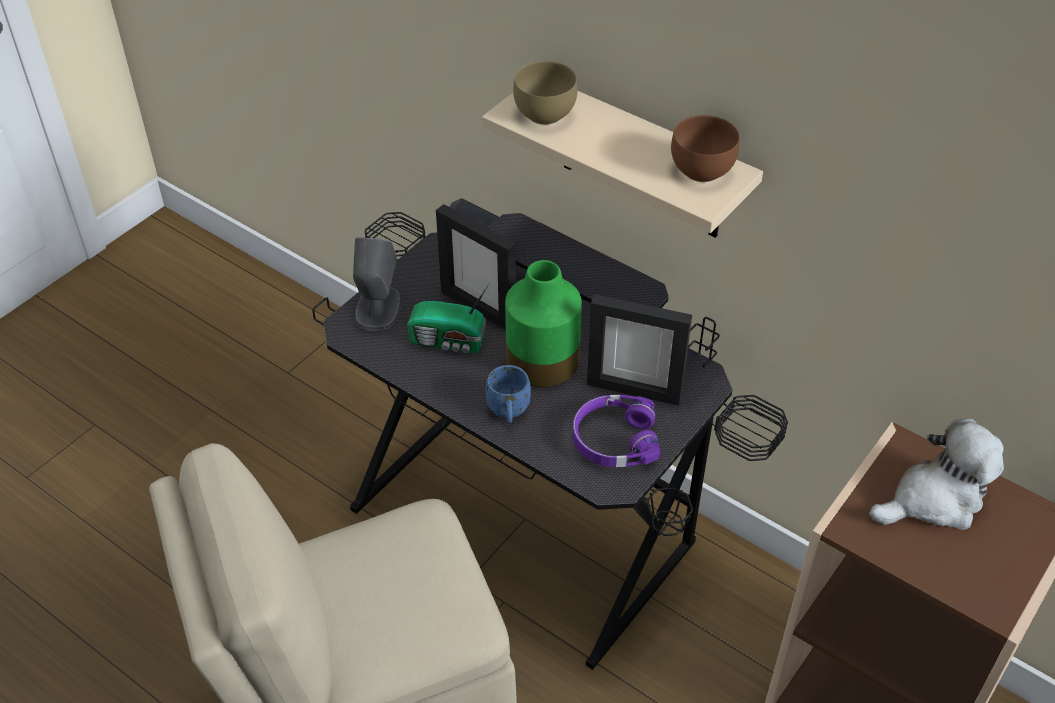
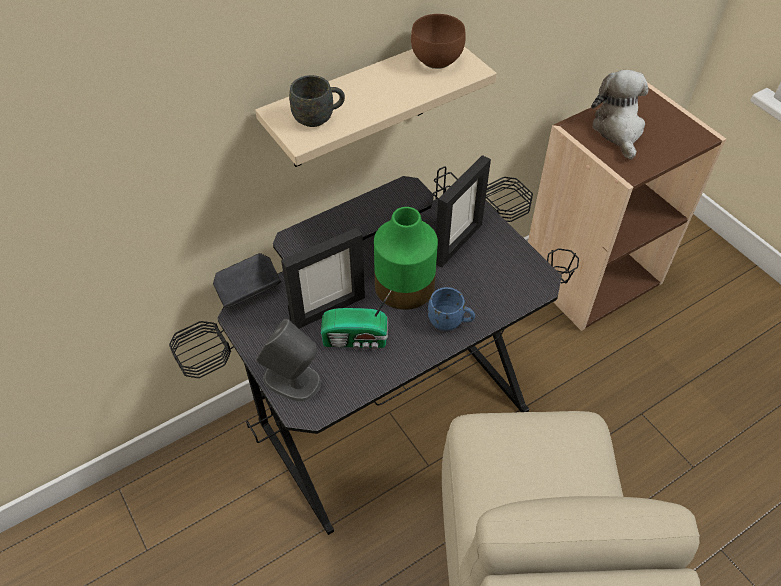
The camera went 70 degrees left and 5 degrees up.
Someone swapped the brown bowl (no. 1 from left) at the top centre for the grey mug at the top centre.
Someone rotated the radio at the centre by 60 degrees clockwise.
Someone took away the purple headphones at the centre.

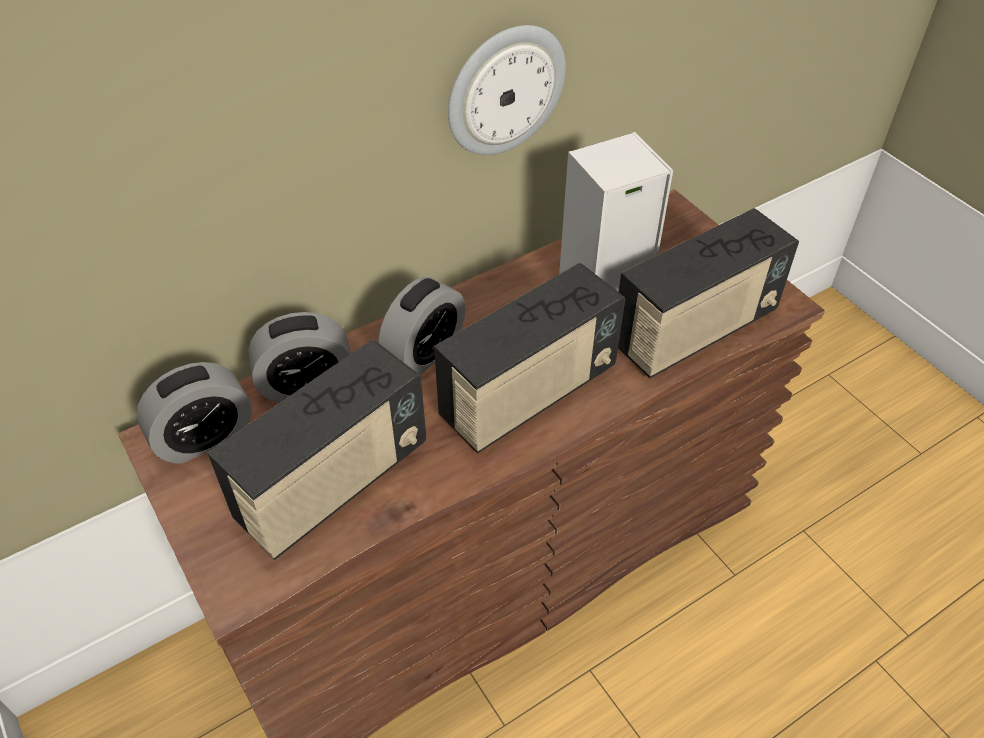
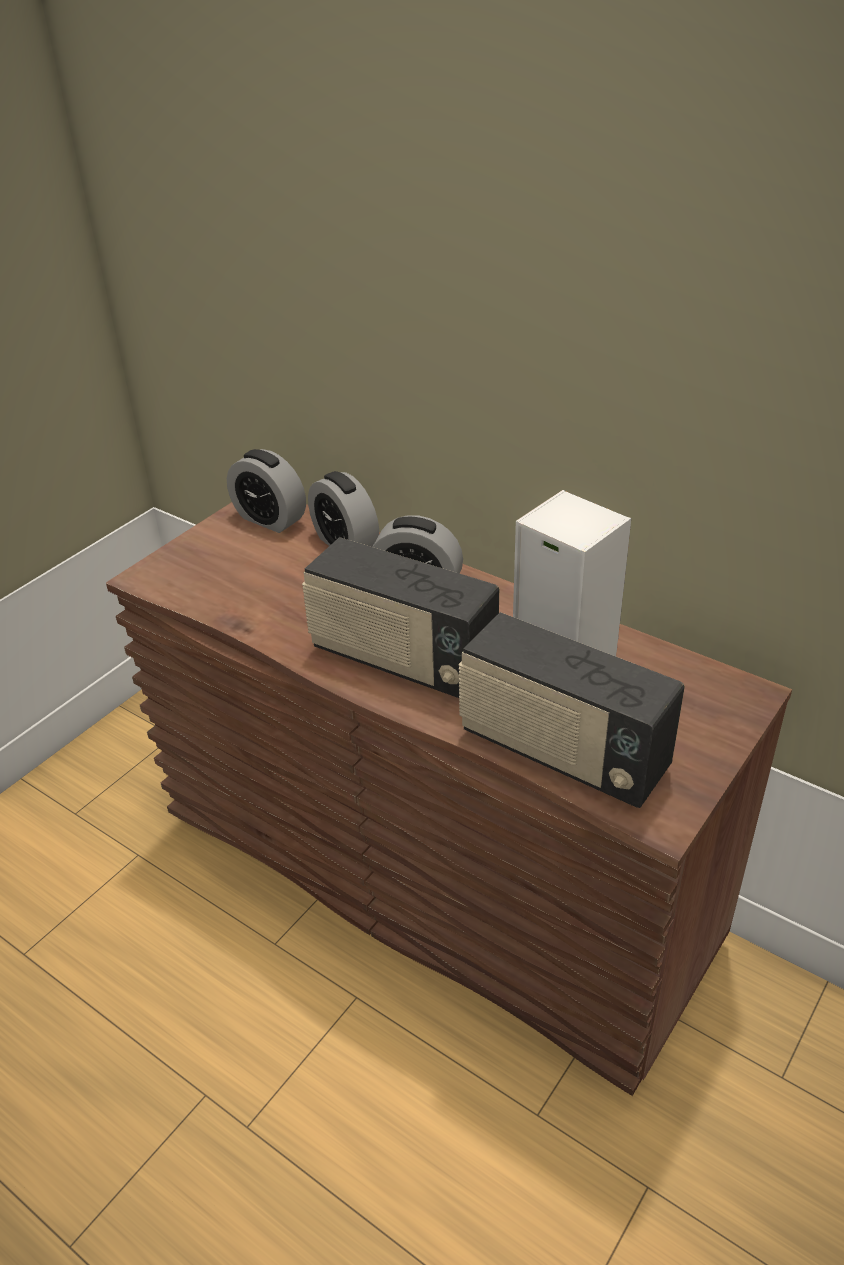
The camera went 70 degrees right and 10 degrees down.
Someone took away the radio (no. 1 from left) at the middle left.
Someone took away the wall clock at the top centre.

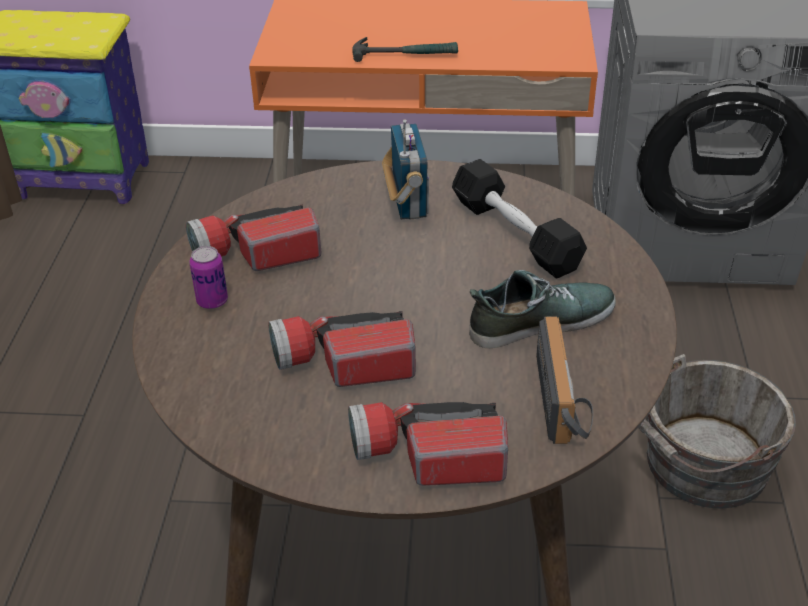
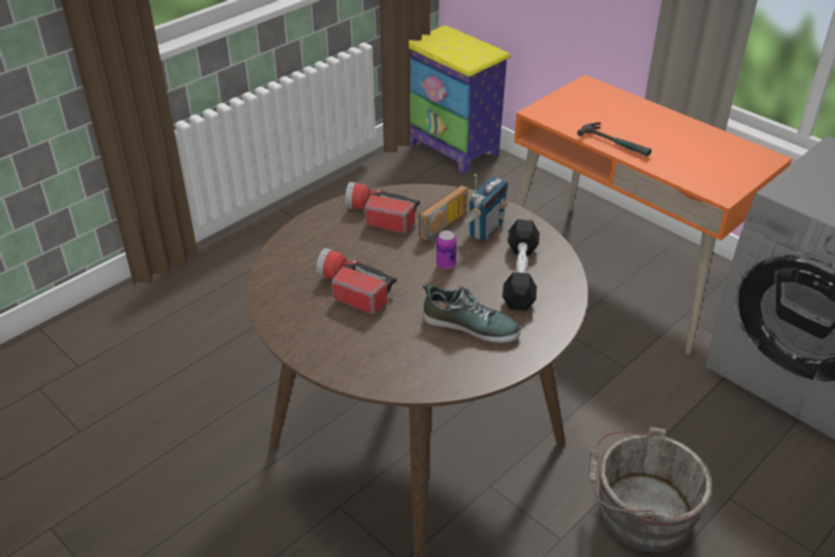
The camera went 40 degrees right and 0 degrees up.
Someone carried the radio (no. 2 from left in the first image) from the middle right to the centre.
Someone carried the can from the middle left to the centre.
Someone took away the flashlight (no. 3 from left) at the bottom centre.

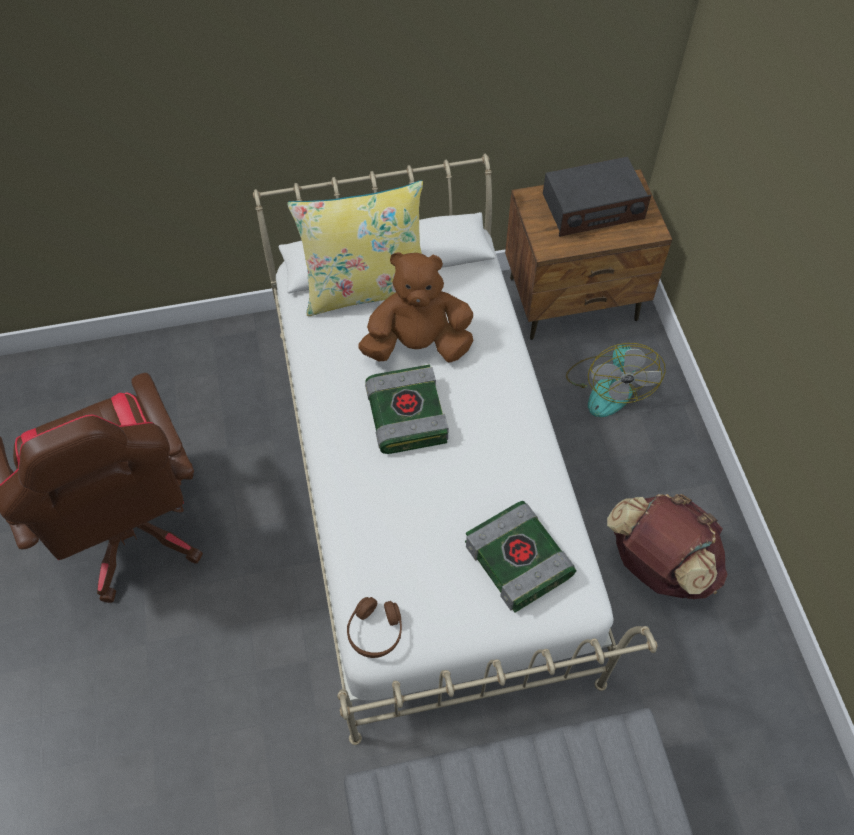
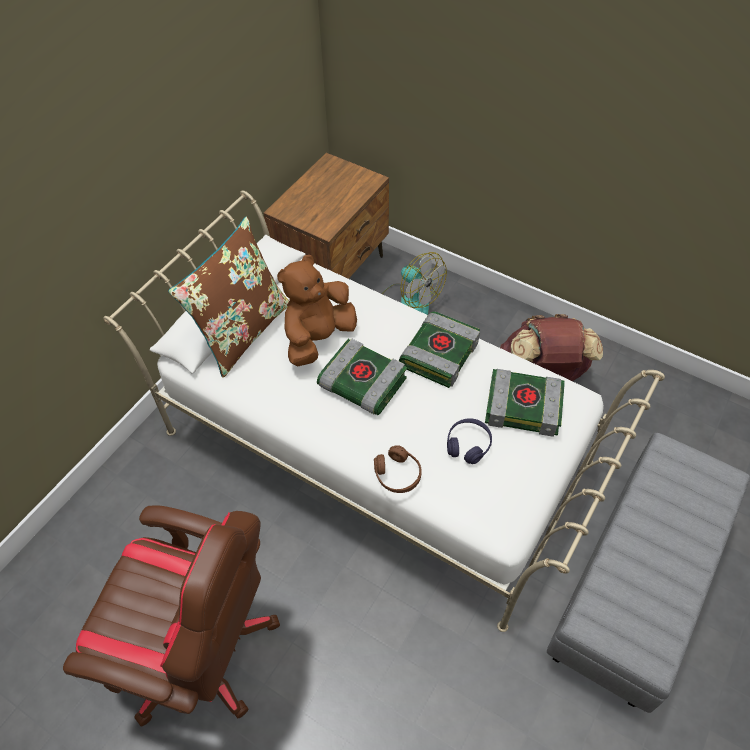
The camera went 45 degrees left and 5 degrees down.
Someone repainted the yellow pillow at the top centre, which became the brown pillow at the middle left.
Someone carried the brown headphones from the bottom centre to the centre.
Someone put down the book (no. 2 from left) at the centre.
Someone put down the purple headphones at the centre.
Someone took away the radio at the top right.

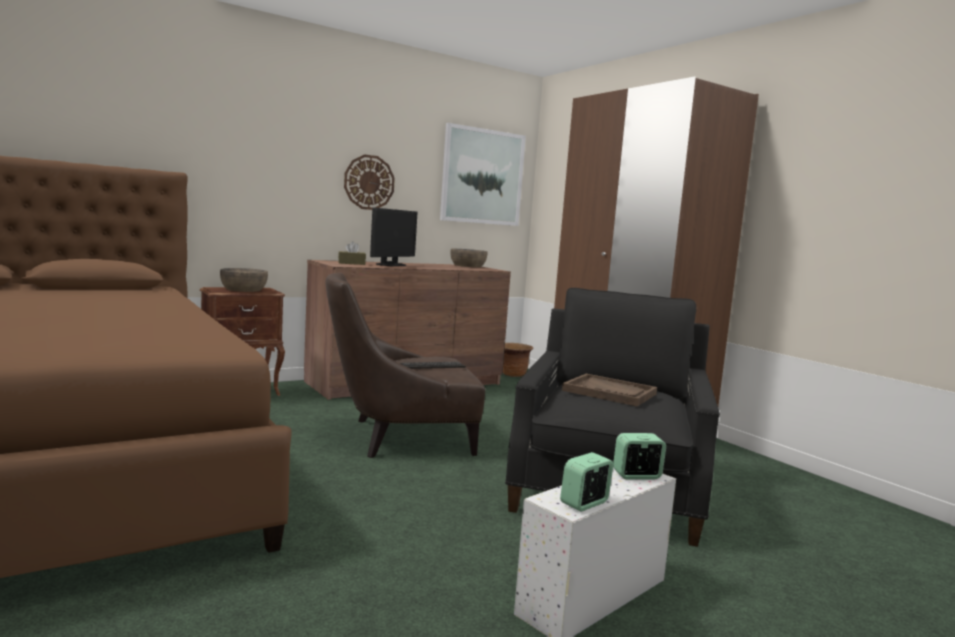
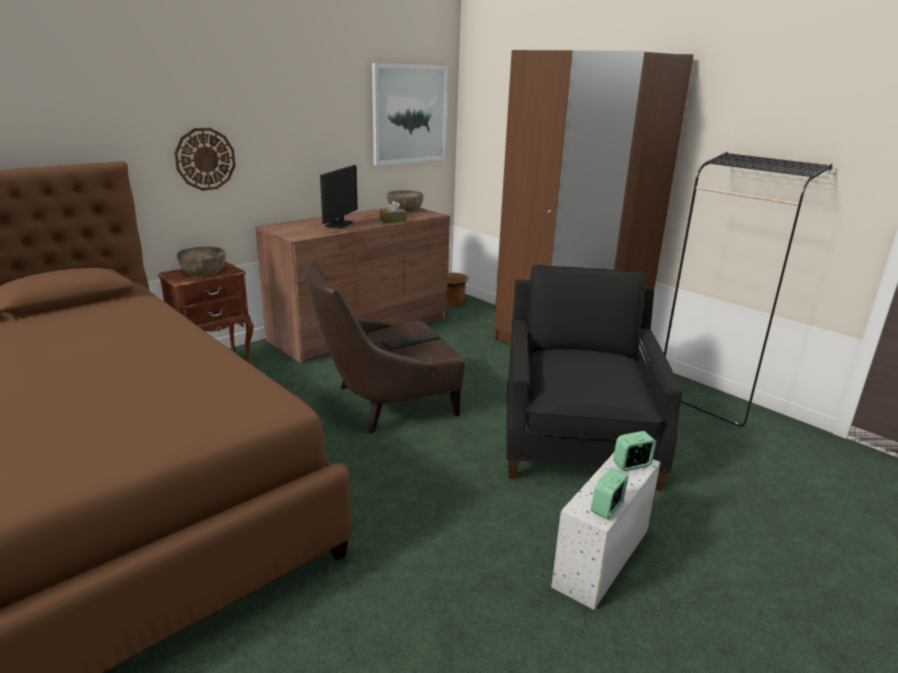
The camera went 10 degrees left and 15 degrees up.
Someone carried the wall clock from the top centre to the top left.
Someone carried the brown tissue box from the centre to the top centre.
Someone put down the black clothes rack at the middle right.
Someone took away the brown tray at the centre.

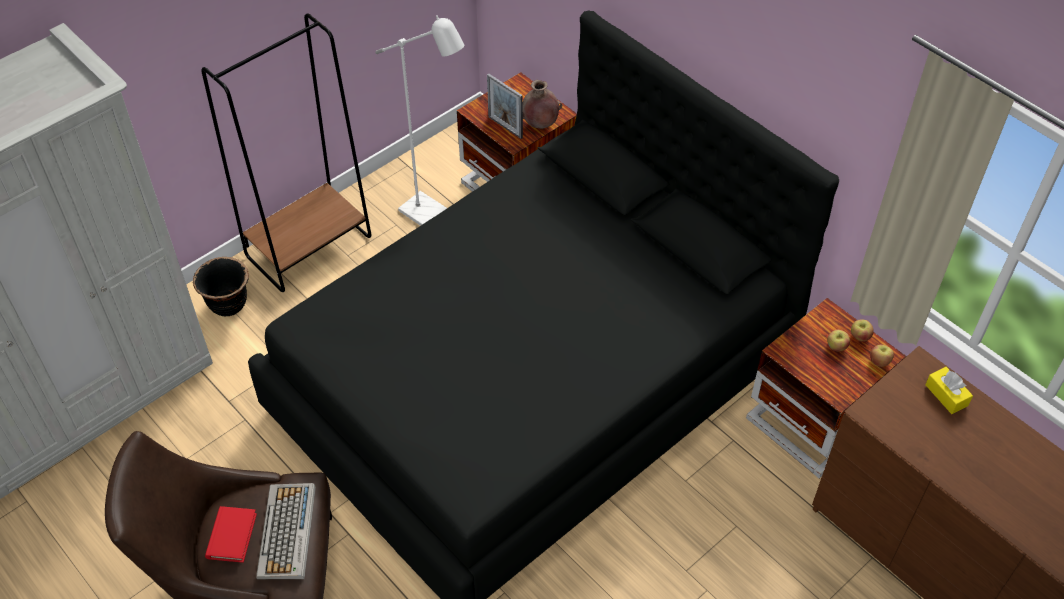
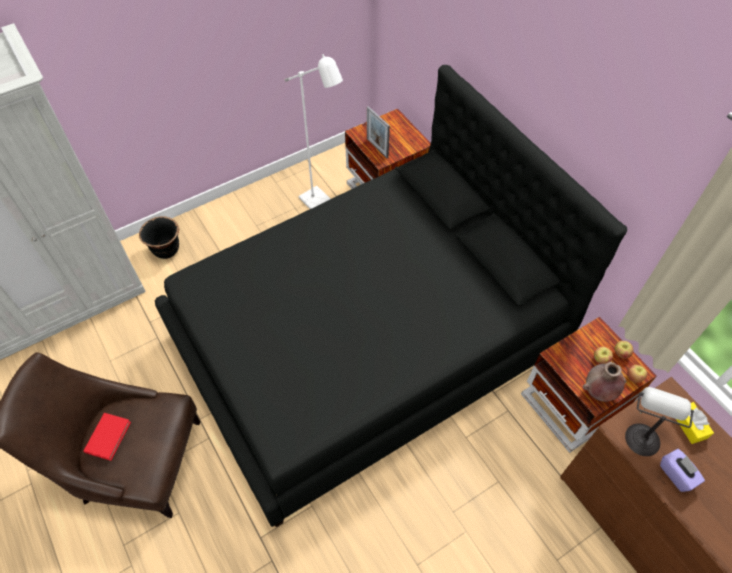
The camera went 10 degrees right and 5 degrees up.
Someone carried the brown vase from the top centre to the bottom right.
Someone put down the table lamp at the bottom right.
Someone put down the purple tissue box at the bottom right.
Someone took away the clothes rack at the top left.
Someone took away the keyboard at the bottom left.

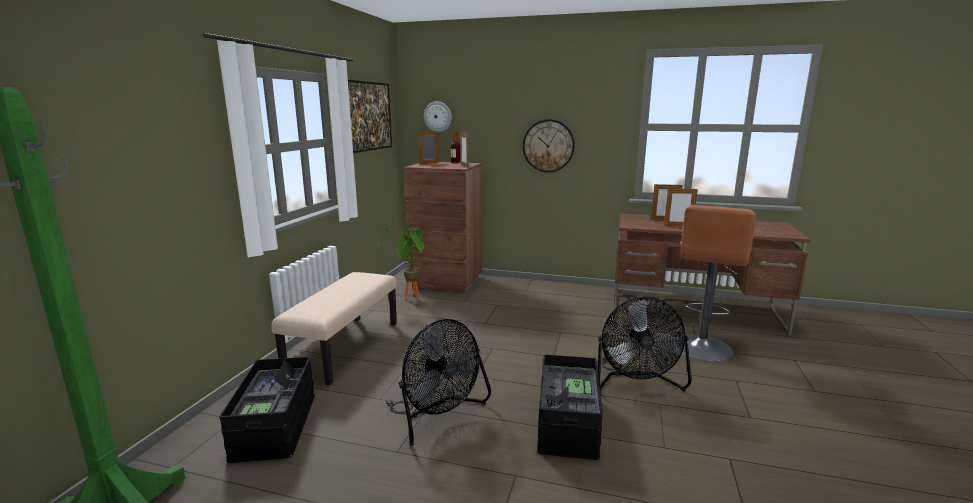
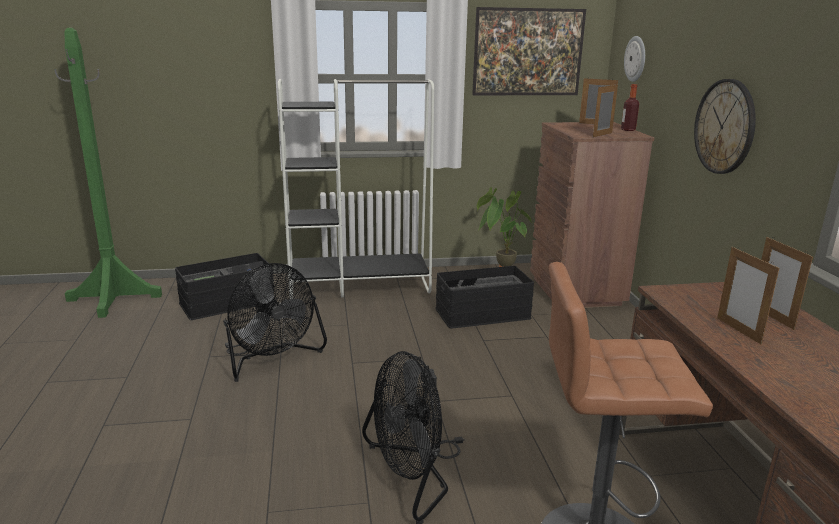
The camera went 65 degrees right and 5 degrees up.
Someone rotated the black fan (no. 1 from left) at the bottom centre by 60 degrees counterclockwise.
Someone swapped the beige bench at the centre for the black clothes rack at the centre.
Someone carried the black storage box (no. 2 from left) from the bottom centre to the centre.

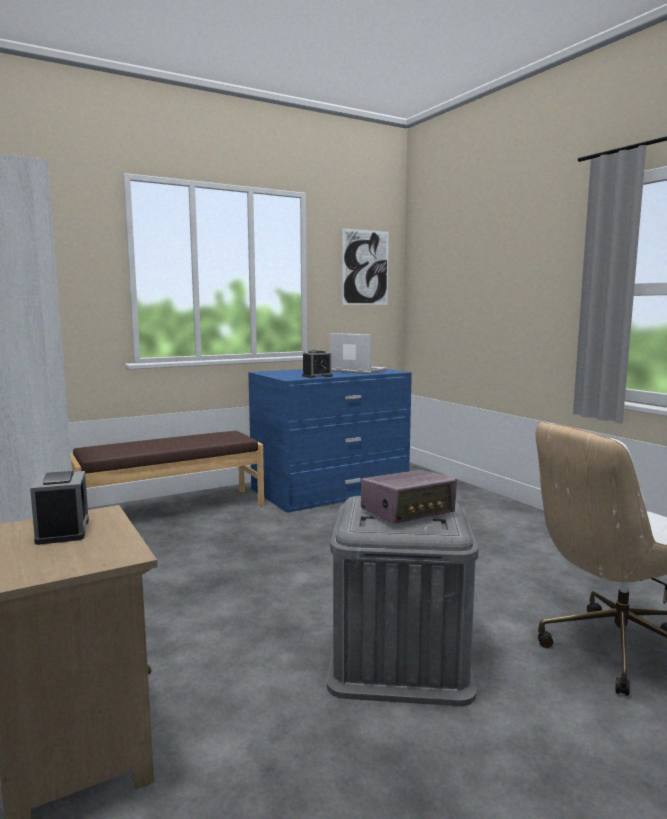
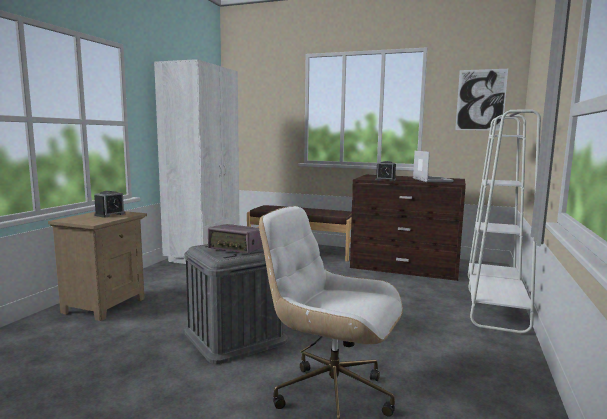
The camera went 50 degrees right and 0 degrees up.
Someone repainted the blue dresser at the centre, which became the brown dresser at the middle right.
Someone put down the white clothes rack at the middle right.

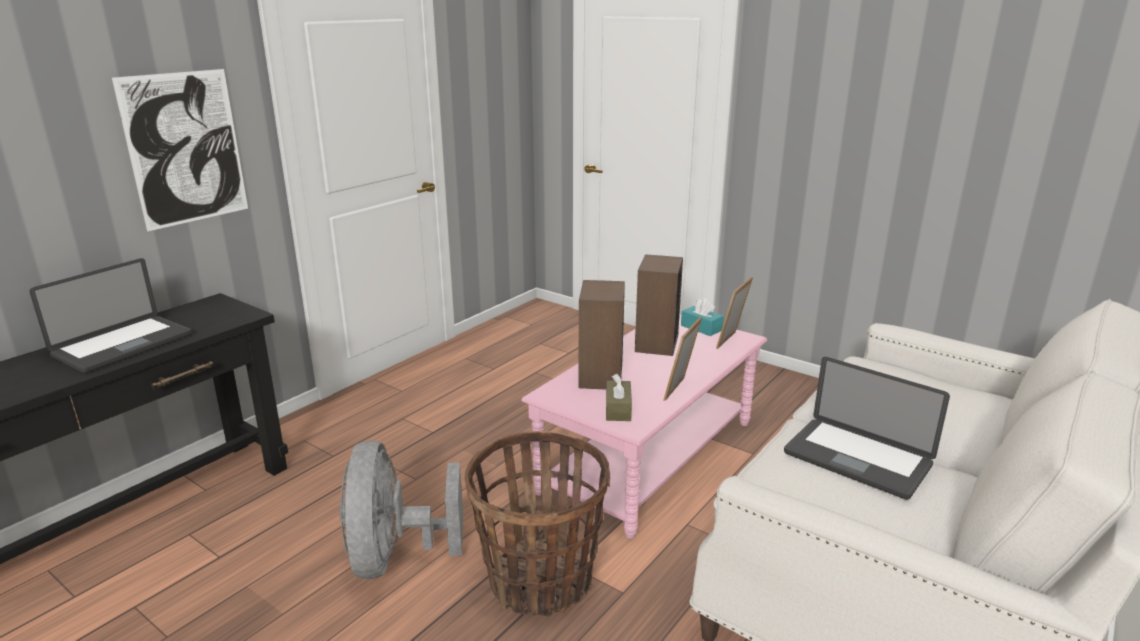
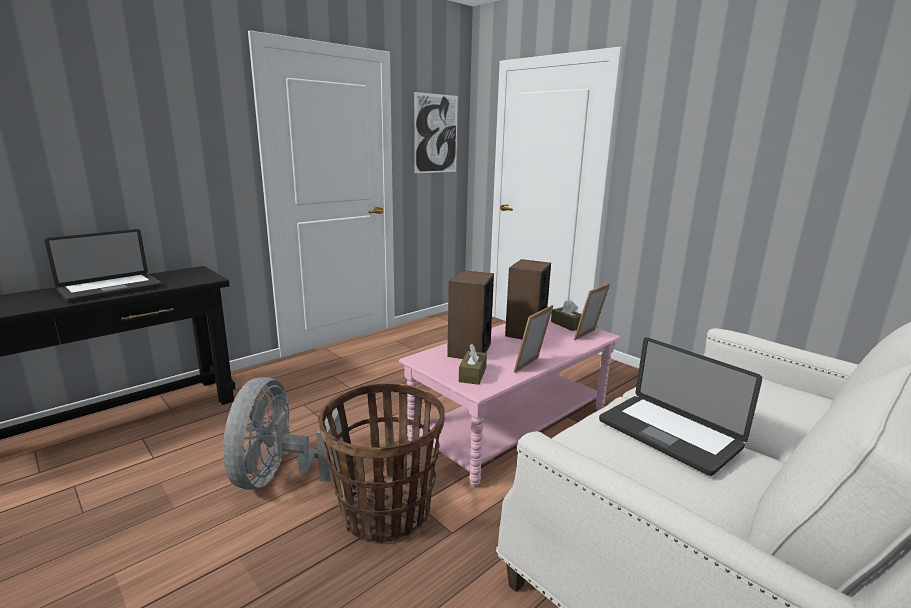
The camera went 10 degrees right and 5 degrees down.
Someone carried the picture from the top left to the top centre.
Someone repainted the turquoise tissue box at the centre, which became the brown tissue box (no. 2 from left) at the centre.

